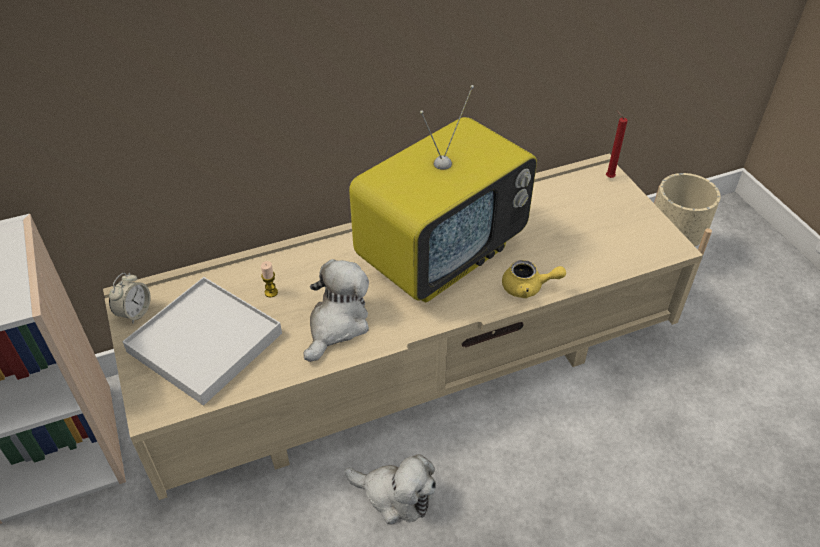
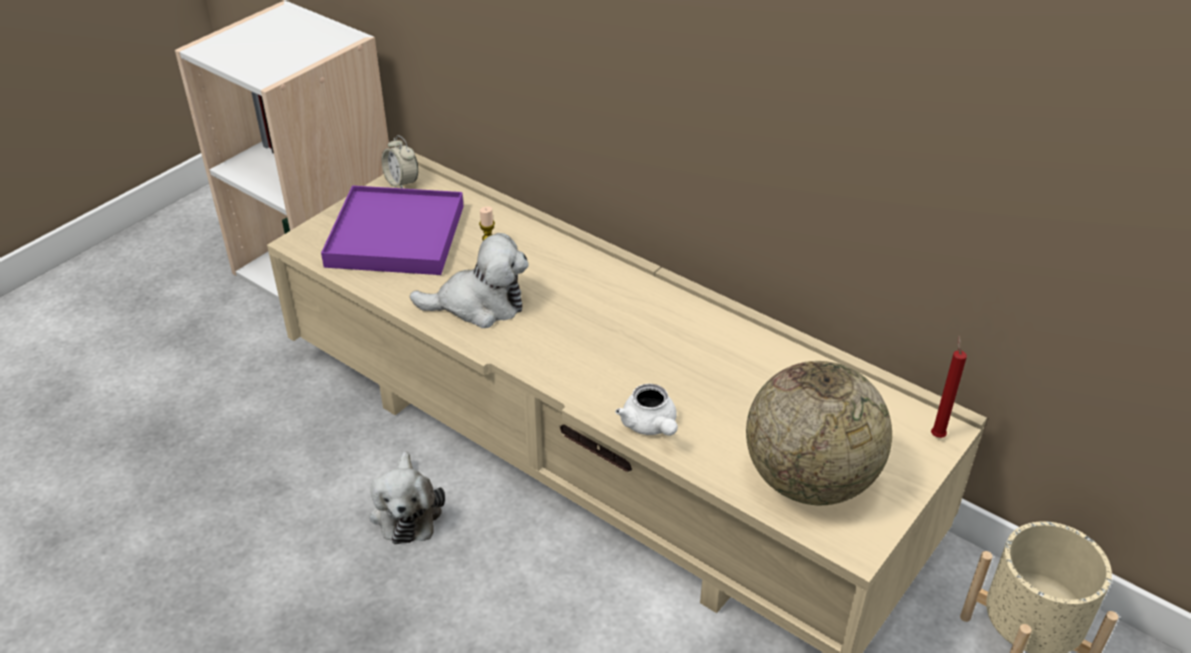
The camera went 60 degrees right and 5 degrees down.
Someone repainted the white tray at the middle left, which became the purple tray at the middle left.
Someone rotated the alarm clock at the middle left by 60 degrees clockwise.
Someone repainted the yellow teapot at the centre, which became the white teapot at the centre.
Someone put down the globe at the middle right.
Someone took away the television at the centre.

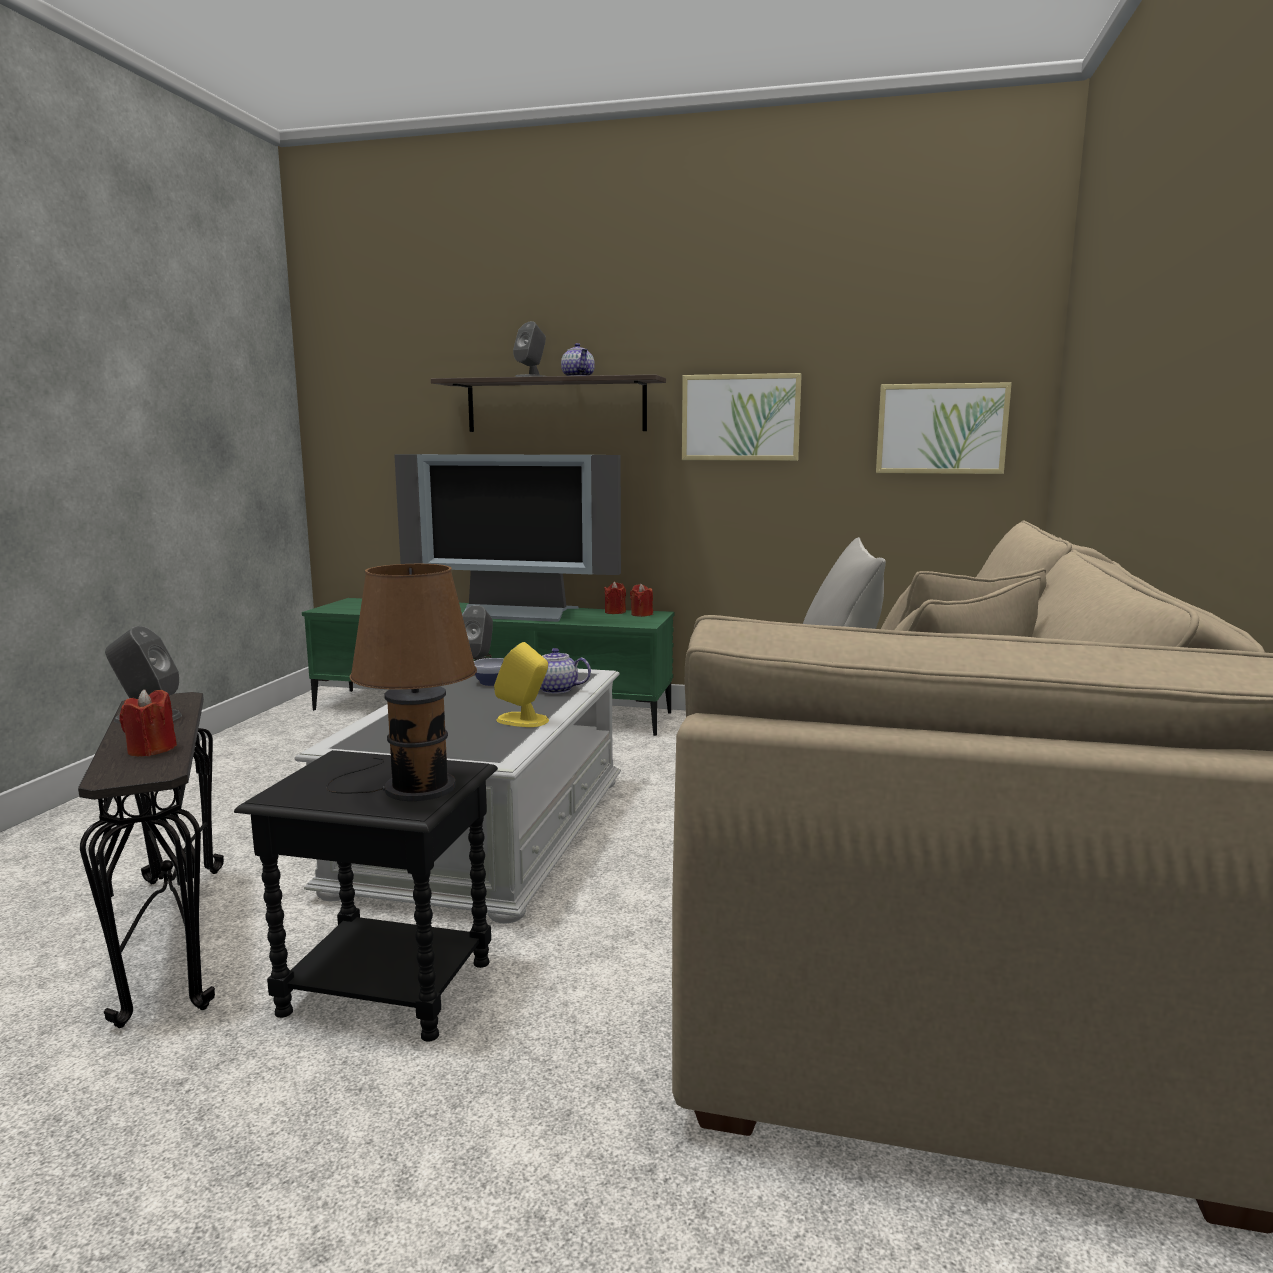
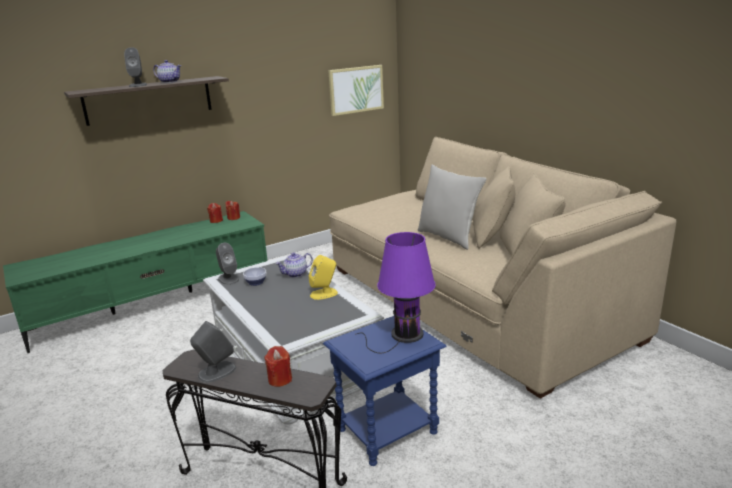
The camera went 45 degrees left and 10 degrees up.
Someone repainted the black side table (no. 2 from left) at the bottom left, which became the blue side table at the bottom centre.
Someone repainted the brown table lamp at the middle left, which became the purple table lamp at the centre.
Someone took away the television at the centre.
Someone took away the picture (no. 1 from left) at the top centre.

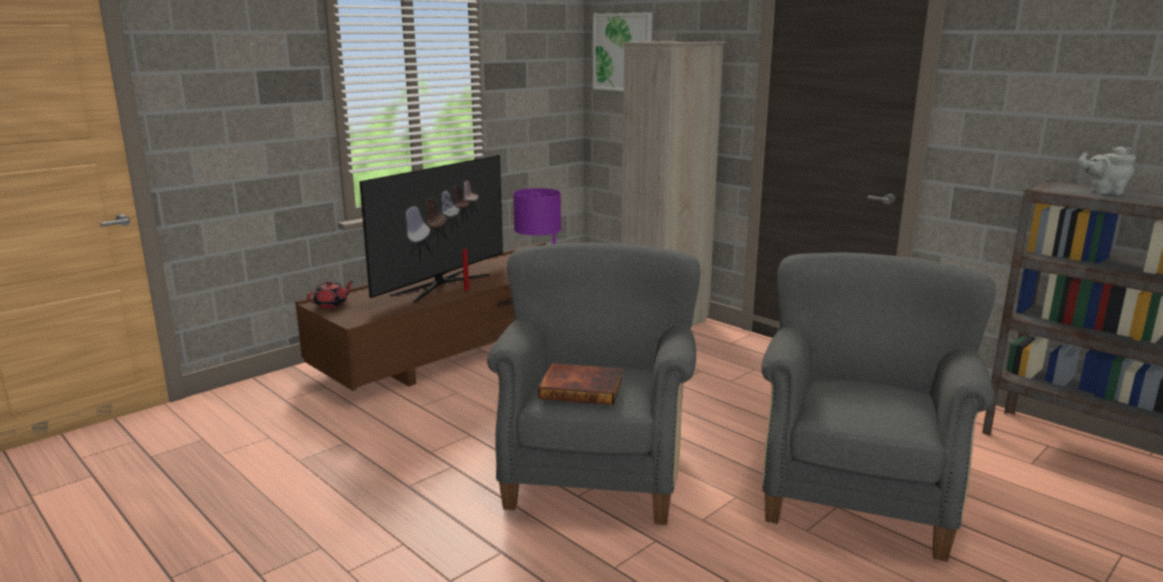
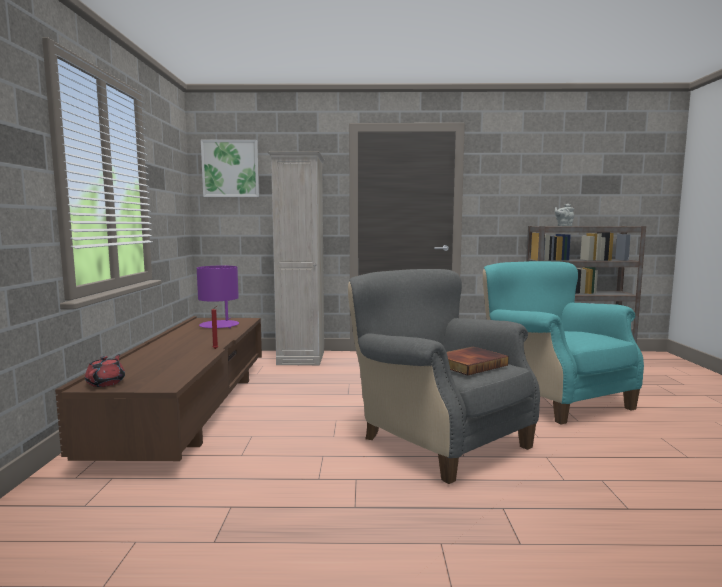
The camera went 45 degrees left and 10 degrees down.
Someone repainted the grey armchair (no. 2 from left) at the bottom right, which became the turquoise armchair at the middle right.
Someone took away the television at the centre.

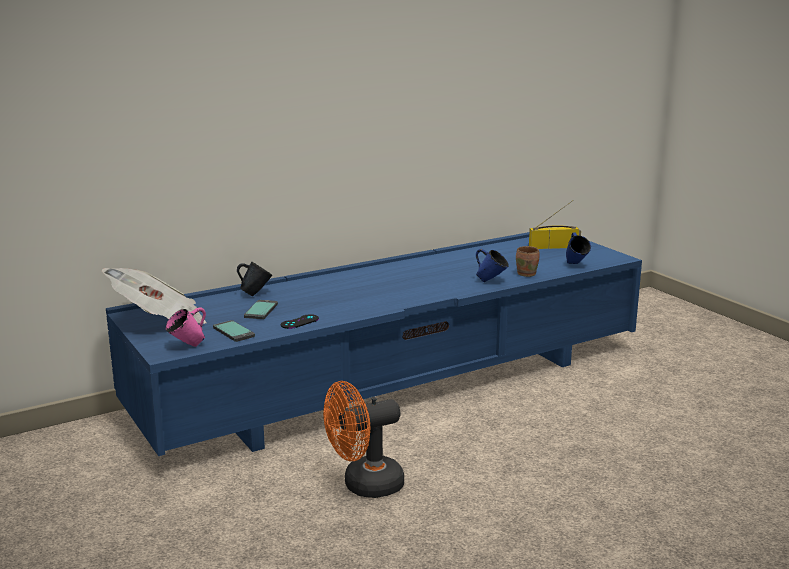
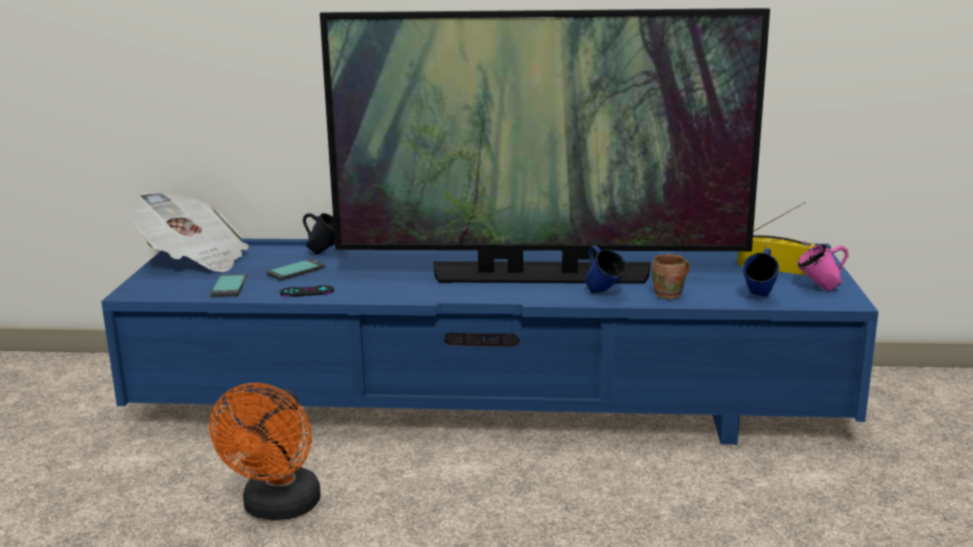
The camera went 35 degrees right and 0 degrees up.
Someone rotated the orange fan at the bottom centre by 90 degrees counterclockwise.
Someone put down the television at the top centre.
Someone carried the pink mug from the middle left to the middle right.

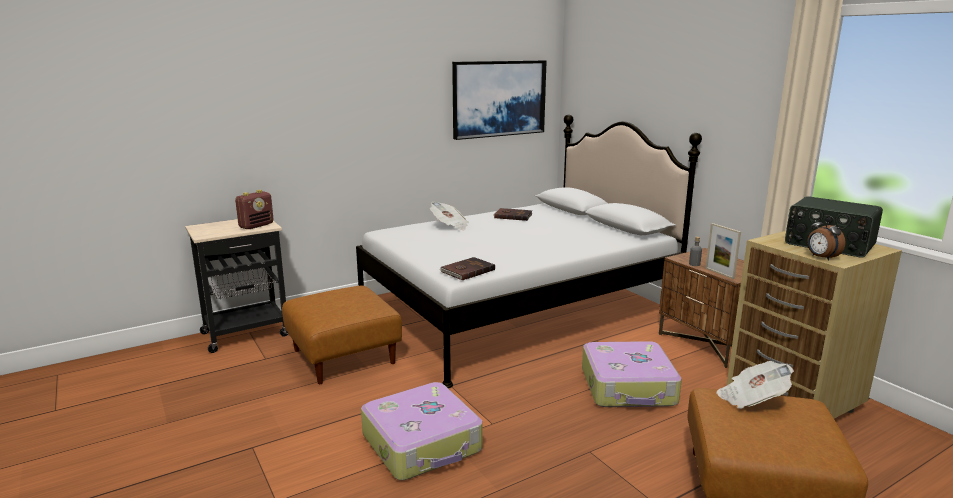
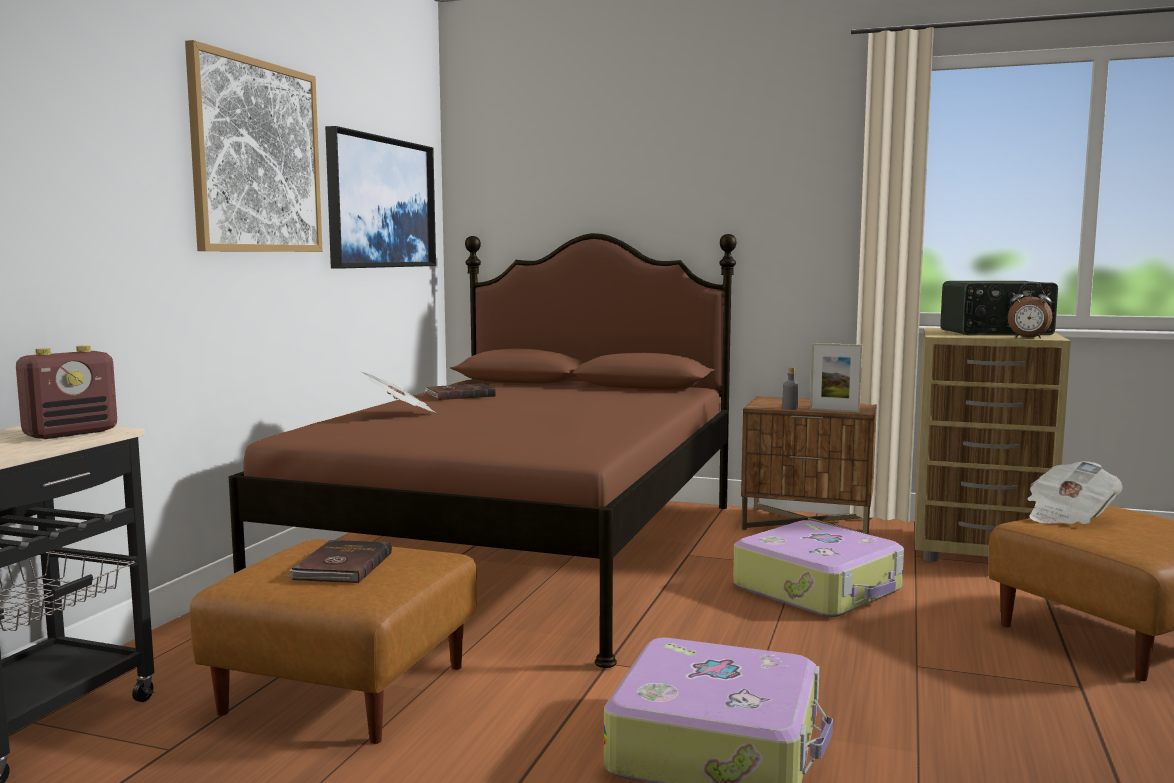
The camera went 40 degrees left and 10 degrees down.
Someone rotated the radio (no. 1 from left) at the middle left by 45 degrees clockwise.
Someone put up the picture (no. 1 from left) at the top left.
Someone repainted the white bed at the centre, which became the brown bed at the centre.
Someone carried the brown book (no. 1 from left) from the centre to the bottom left.

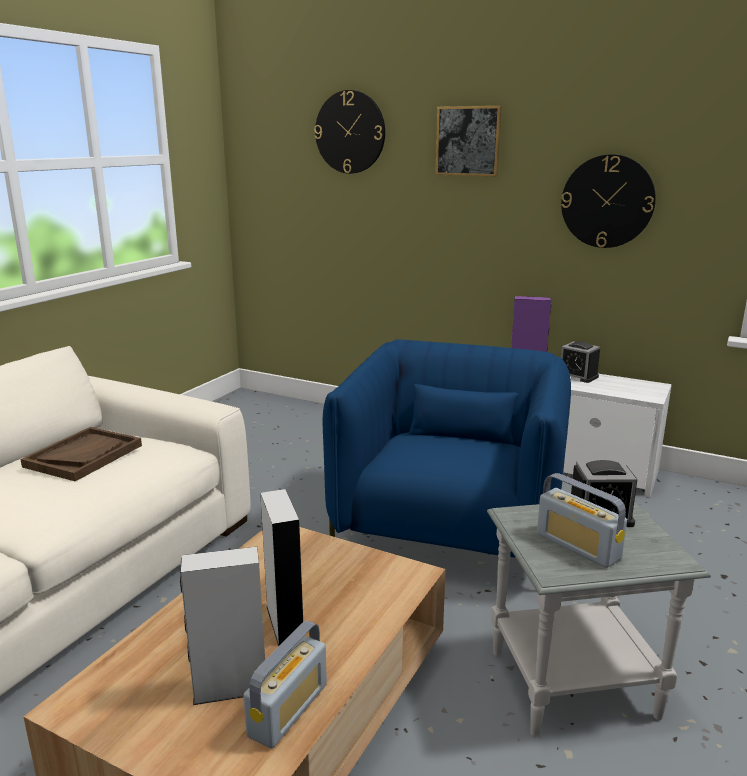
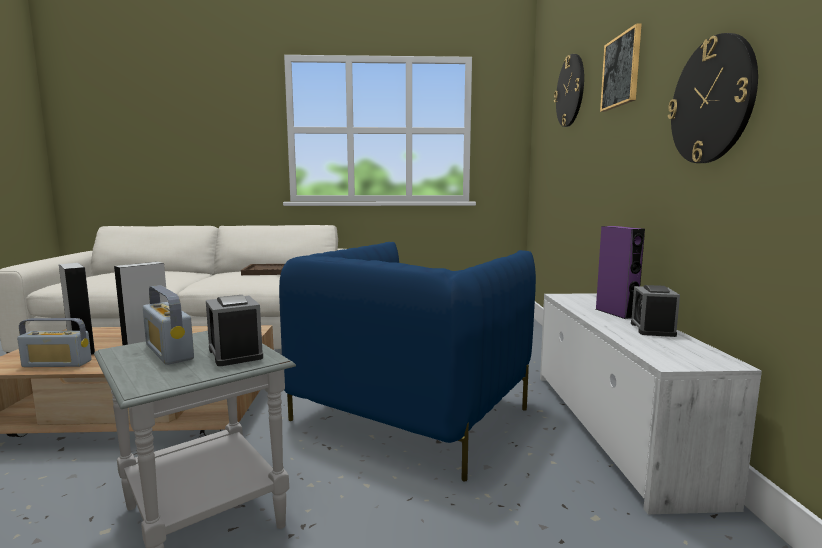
The camera went 60 degrees right and 10 degrees down.
Someone rotated the radio (no. 2 from left) at the bottom right by 60 degrees counterclockwise.
Someone rotated the blue armchair at the centre by 135 degrees clockwise.

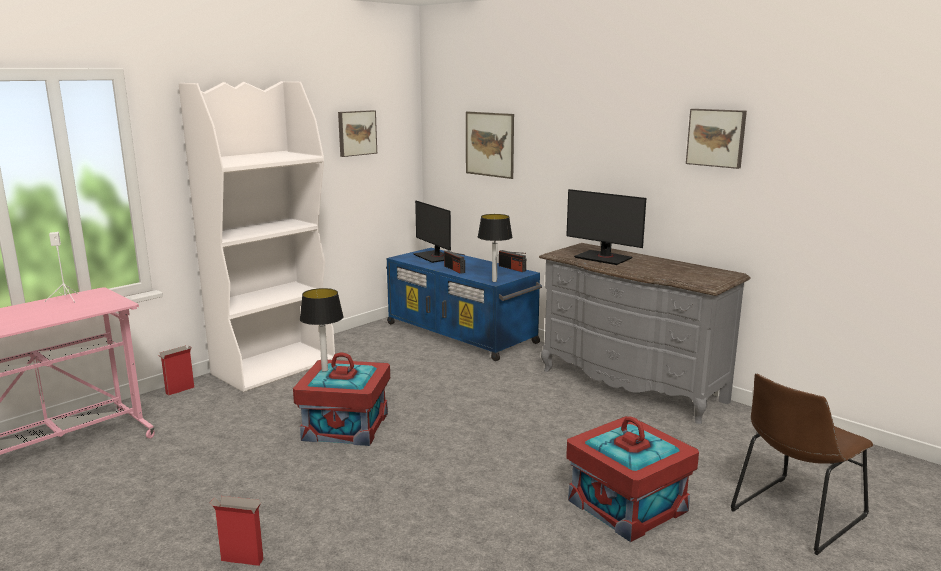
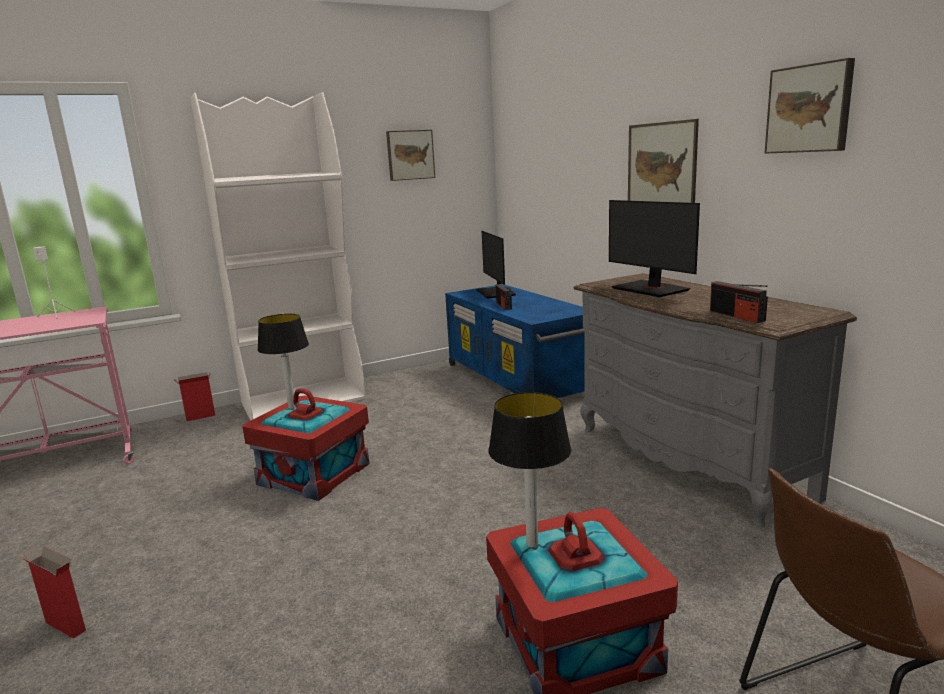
The camera went 20 degrees right and 0 degrees up.
Someone carried the table lamp (no. 2 from left) from the centre to the bottom centre.
Someone carried the picture (no. 2 from left) from the top centre to the top right.
Someone carried the radio (no. 2 from left) from the centre to the middle right.

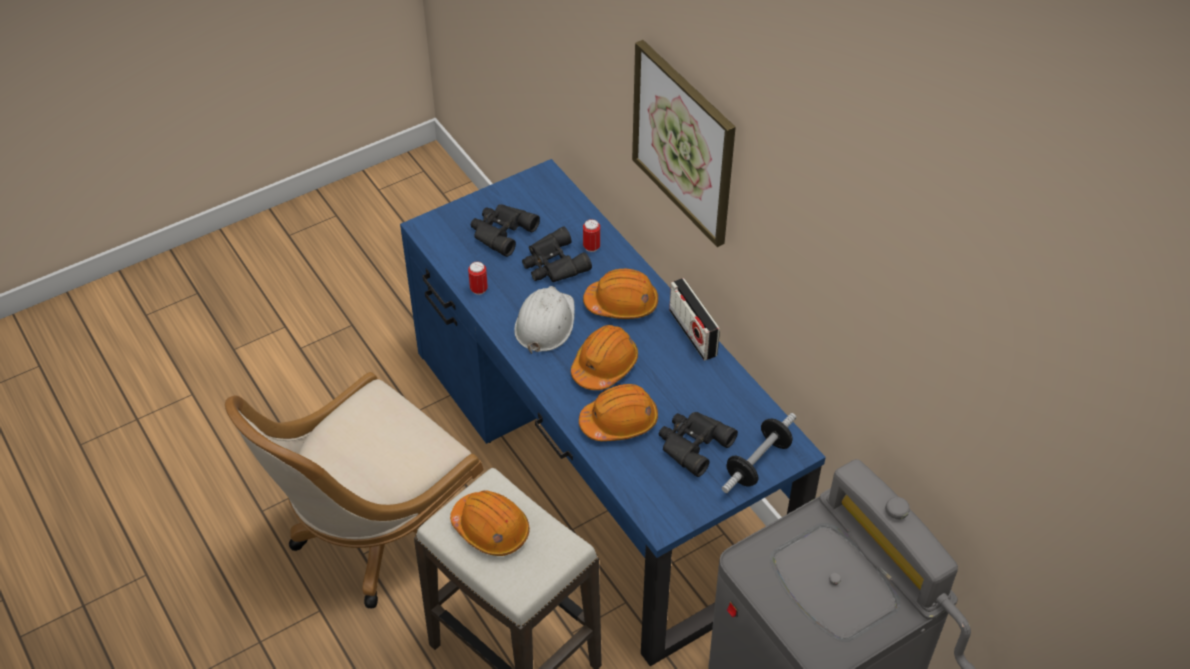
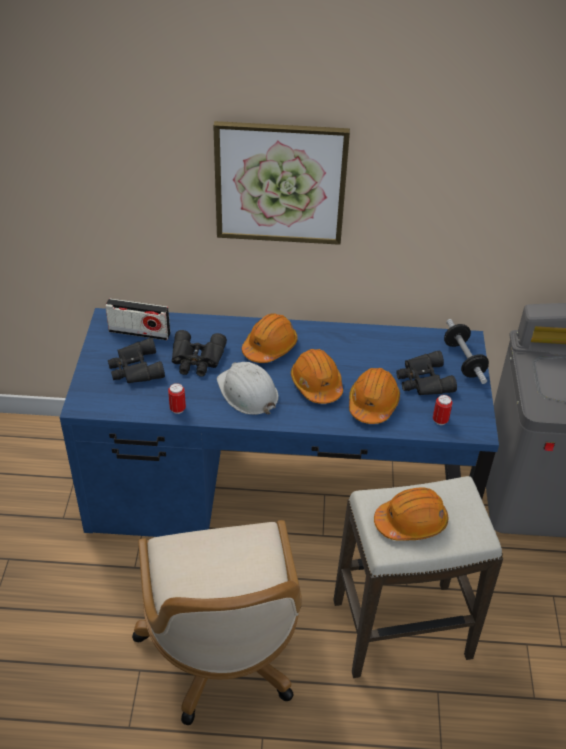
The camera went 55 degrees left and 5 degrees down.
Someone carried the radio from the centre to the middle left.
Someone carried the can (no. 2 from left) from the centre to the middle right.

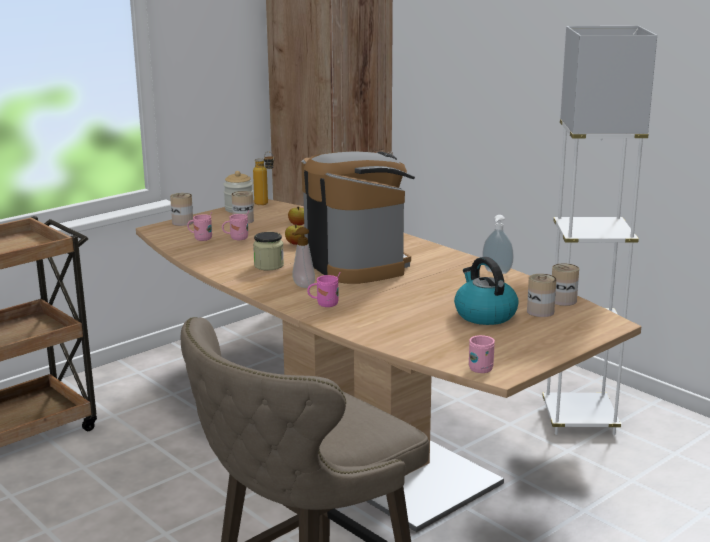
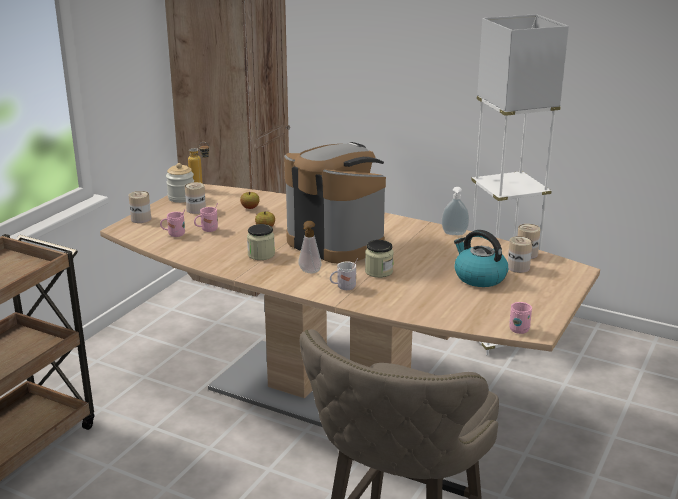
The camera went 20 degrees left and 5 degrees up.
Someone repainted the pink mug (no. 3 from left) at the centre, which became the white mug at the centre.
Someone put down the jar (no. 3 from left) at the centre.

